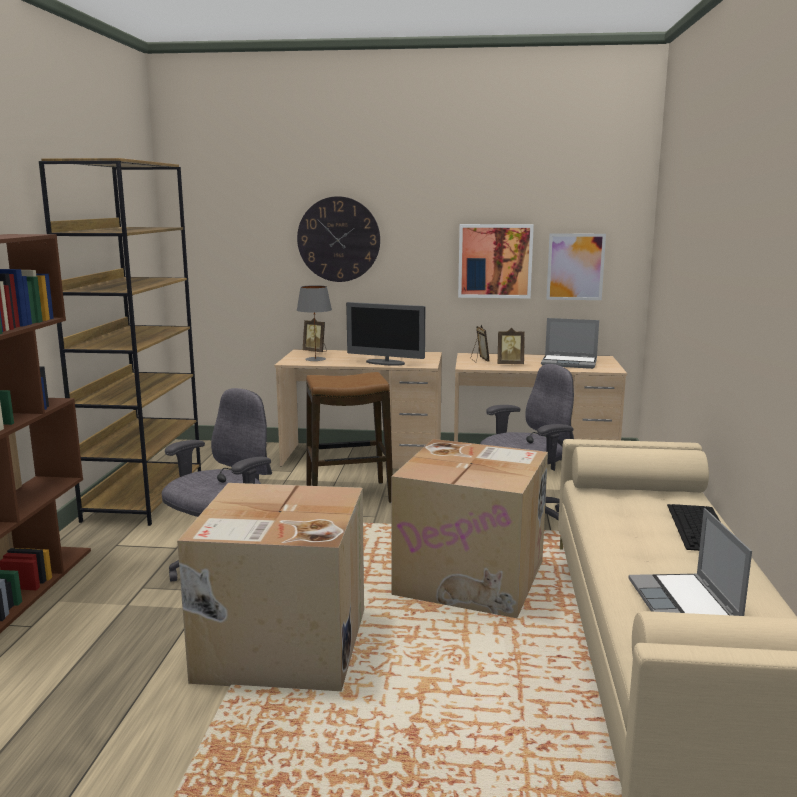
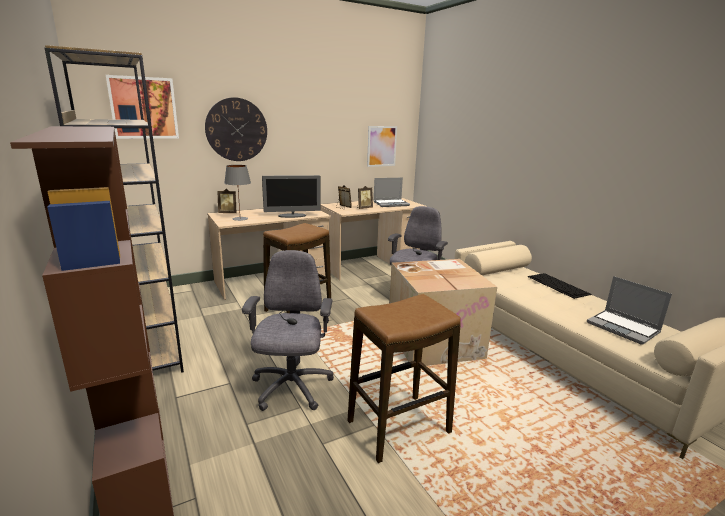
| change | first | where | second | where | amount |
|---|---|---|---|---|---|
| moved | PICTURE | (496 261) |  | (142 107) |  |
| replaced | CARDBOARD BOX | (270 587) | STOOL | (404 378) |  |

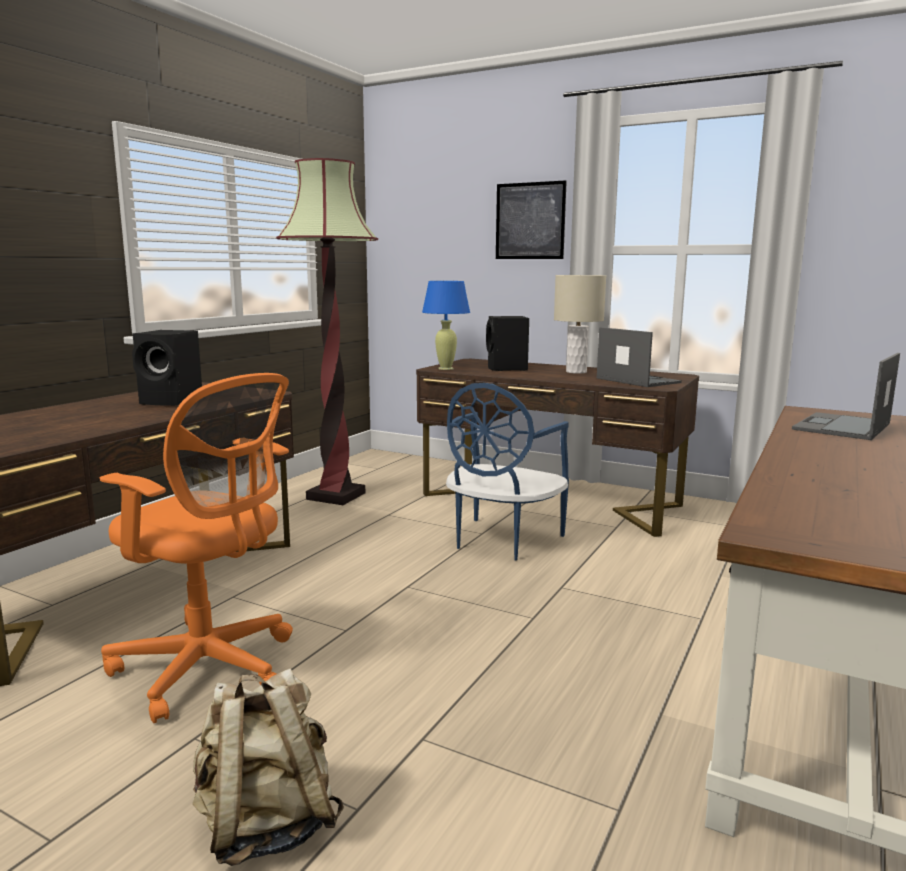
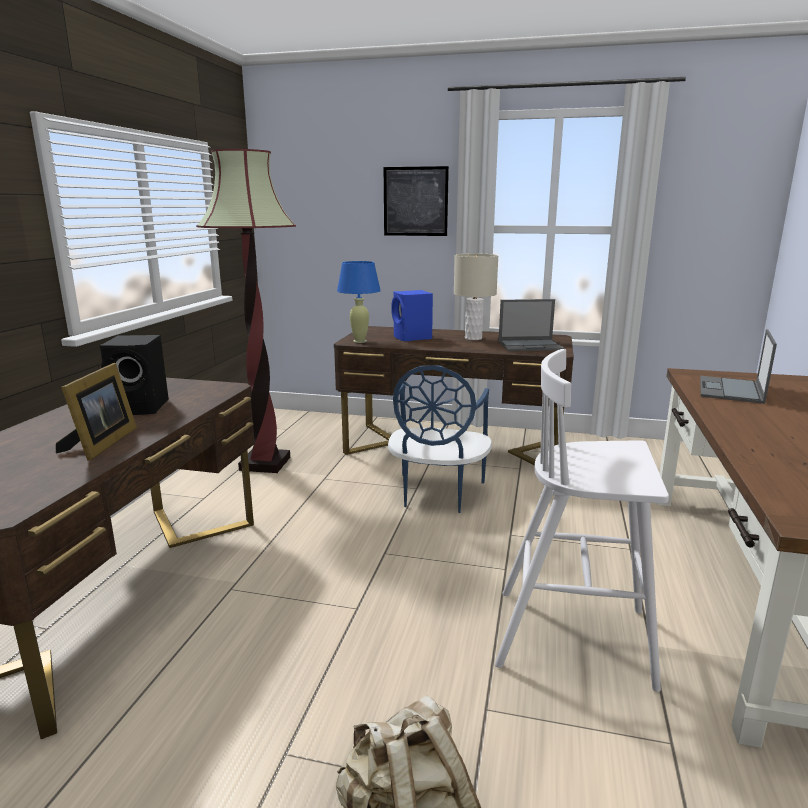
| change | first | where | second | where | amount |
|---|---|---|---|---|---|
| removed | ORANGE OFFICE CHAIR | (196 548) |  |  |  |
| added |  |  | PICTURE FRAME | (96 412) |  |
| added |  |  | WHITE STOOL | (582 520) |  |
| recoloured | BLACK SPEAKER | (507 343) | BLUE SPEAKER | (412 315) |  |
| turned | LAPTOP | (639 357) |  | (531 325) | 135 degrees clockwise |

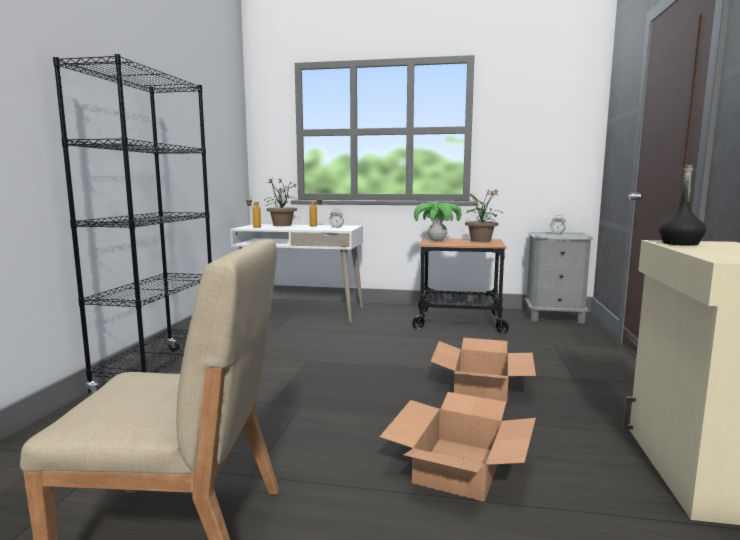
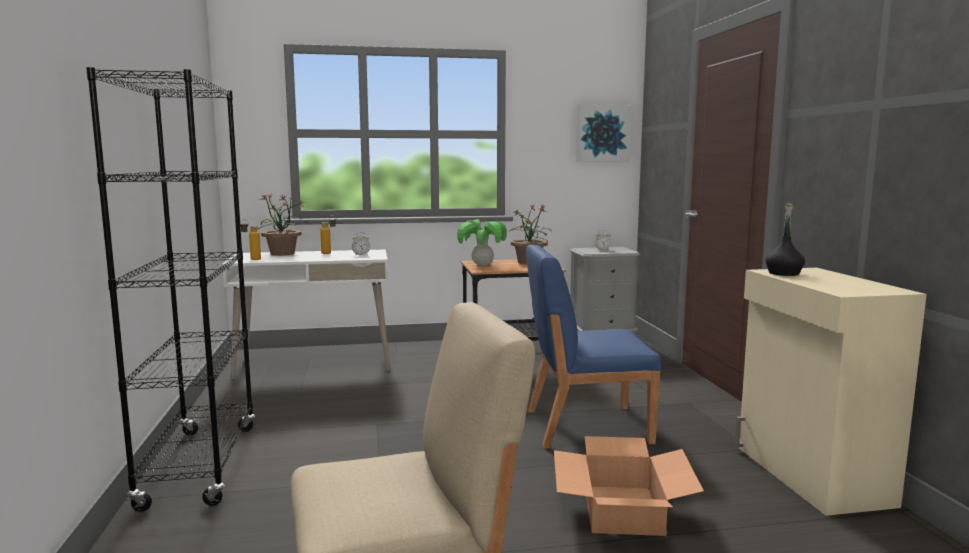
| change | first | where | second | where | amount |
|---|---|---|---|---|---|
| added |  |  | PICTURE | (604 132) |  |
| replaced | CARDBOARD BOX | (483 370) | BLUE CHAIR | (593 346) |  |

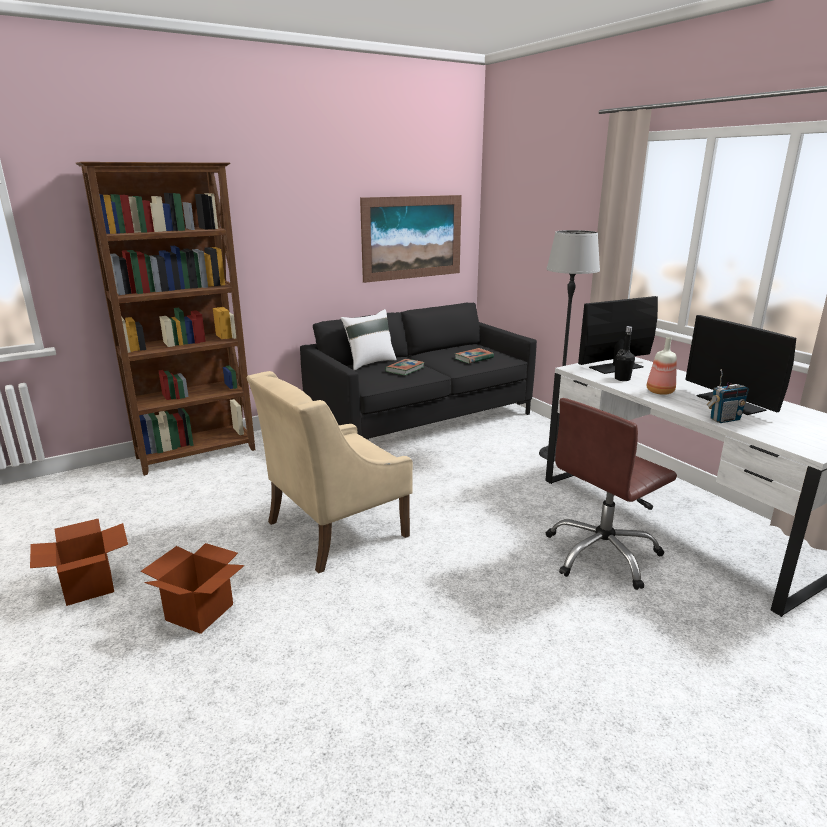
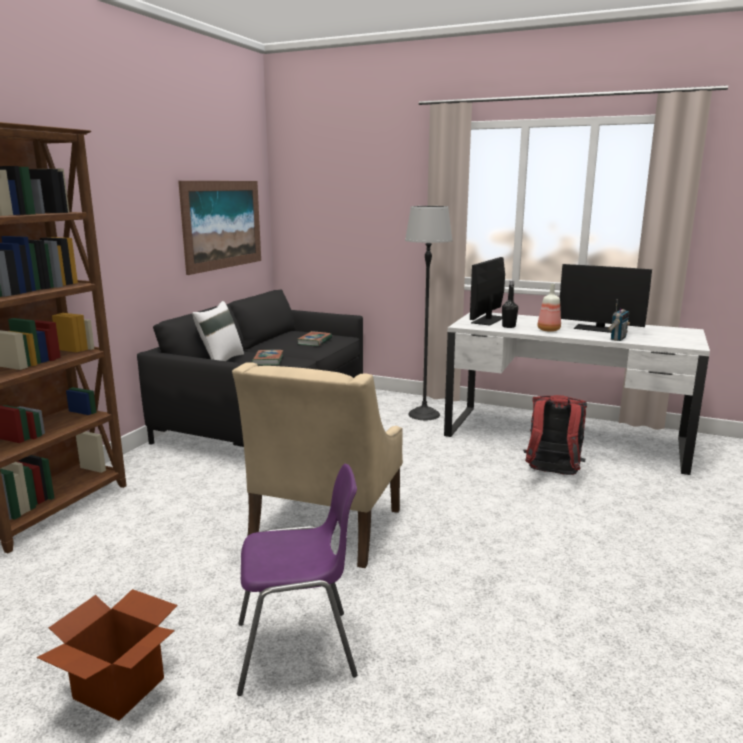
| change | first | where | second | where | amount |
|---|---|---|---|---|---|
| replaced | CARDBOARD BOX | (192 588) | PURPLE CHAIR | (297 580) |  |
| replaced | BROWN OFFICE CHAIR | (611 494) | RED BACKPACK | (555 435) |  |

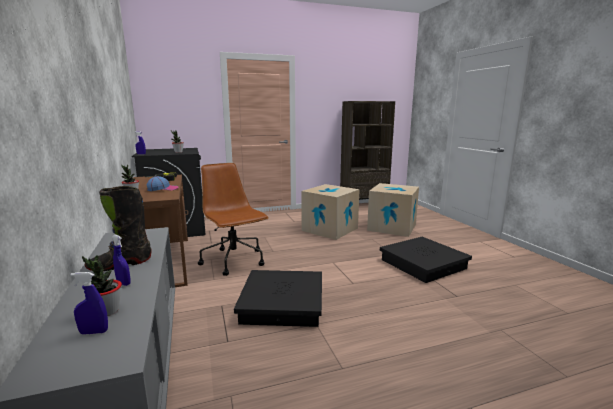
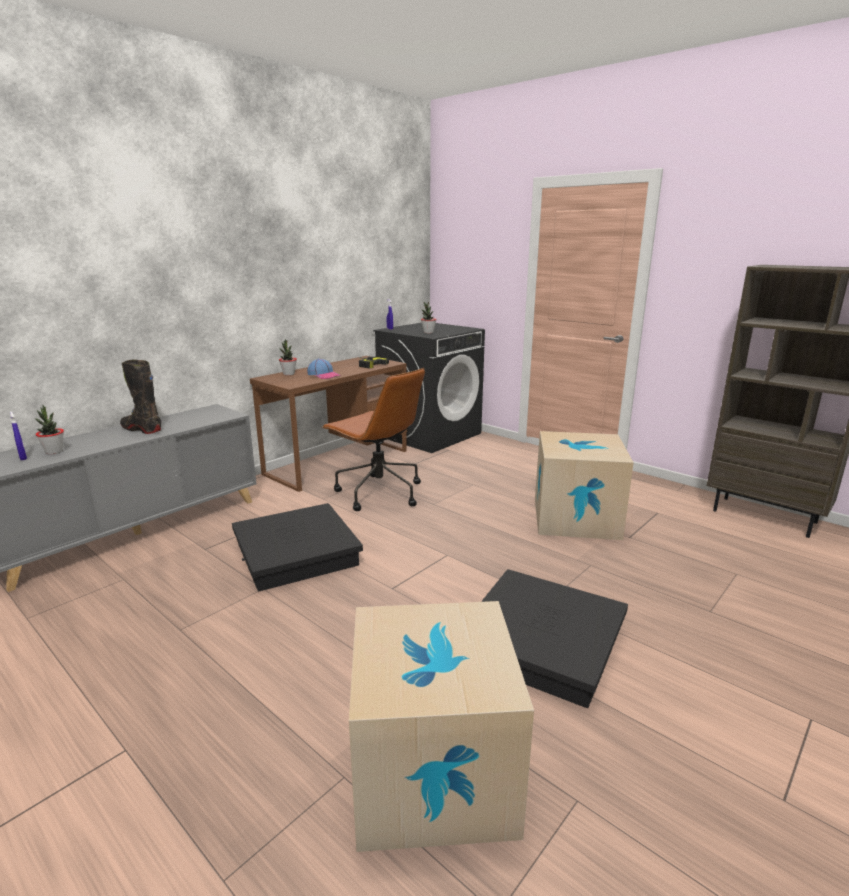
| change | first | where | second | where | amount |
|---|---|---|---|---|---|
| removed | BLUE SPRAY BOTTLE | (121 260) |  |  |  |
| moved | CARDBOARD BOX | (393 210) |  | (441 726) |  |
| turned | BROWN OFFICE CHAIR | (233 219) |  | (373 439) | 105 degrees clockwise |

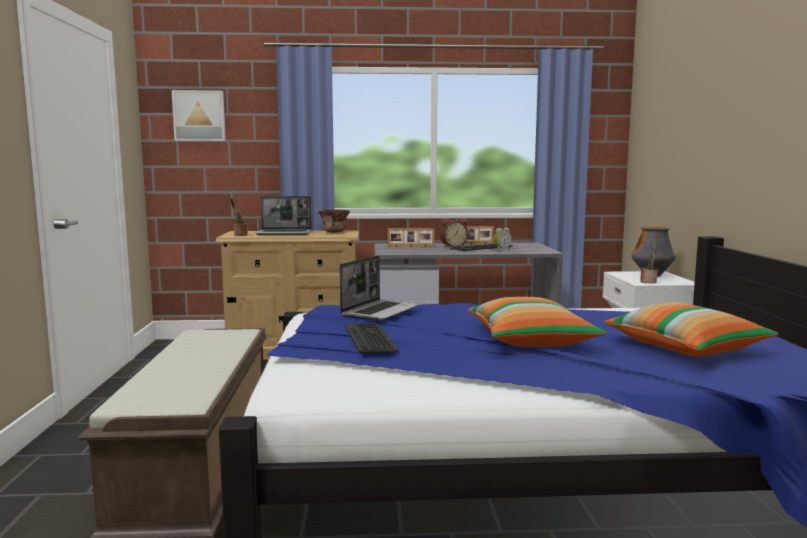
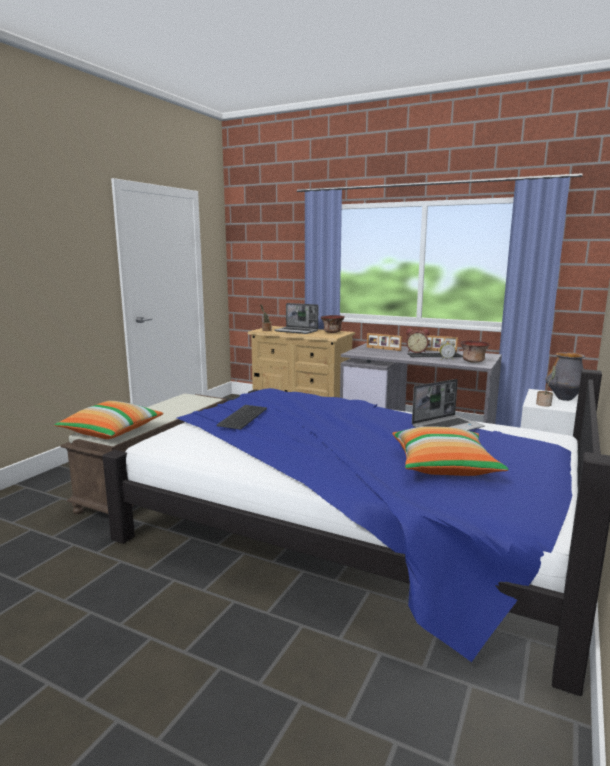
| change | first | where | second | where | amount |
|---|---|---|---|---|---|
| removed | PICTURE | (199 115) |  |  |  |
| added |  |  | BOWL | (475 352) |  |
| moved | LAPTOP | (379 288) |  | (448 405) |  |
| moved | PILLOW | (537 322) |  | (109 420) |  |

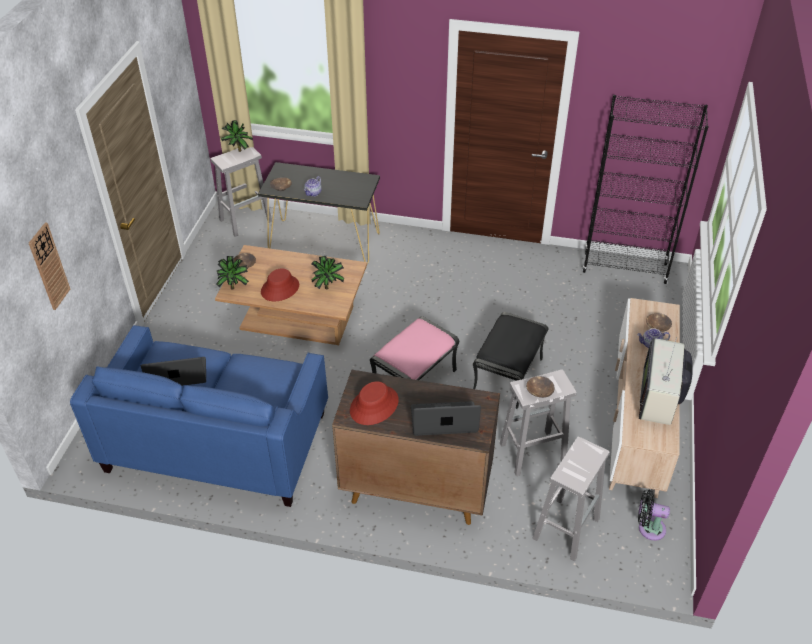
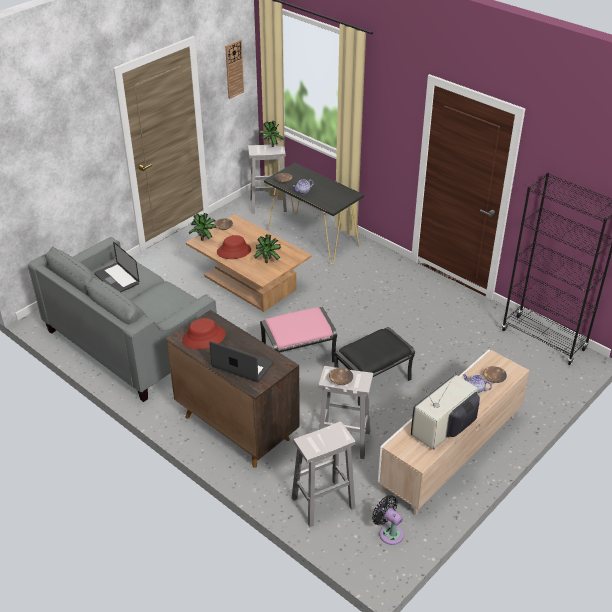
| change | first | where | second | where | amount |
|---|---|---|---|---|---|
| moved | WALL CLOCK | (49 266) |  | (234 69) |  |
| recoloured | BLUE SOFA | (199 416) | GREY SOFA | (122 319) |  |
| turned | LAPTOP | (173 371) |  | (116 267) | 150 degrees counterclockwise |

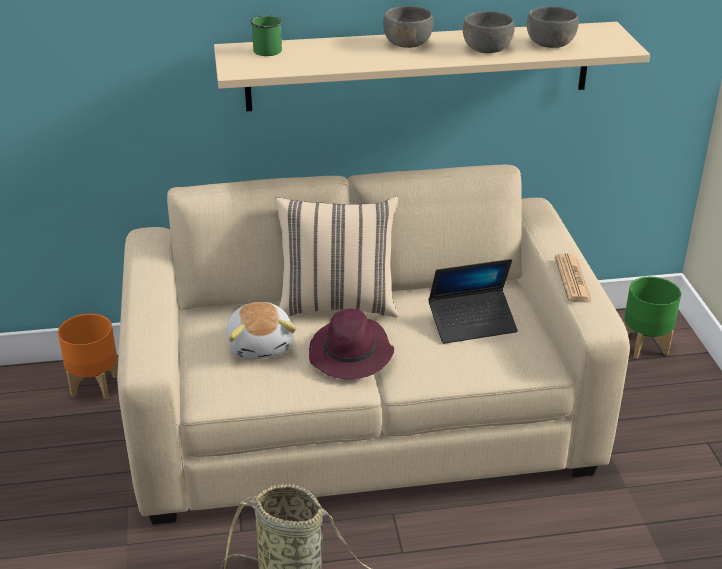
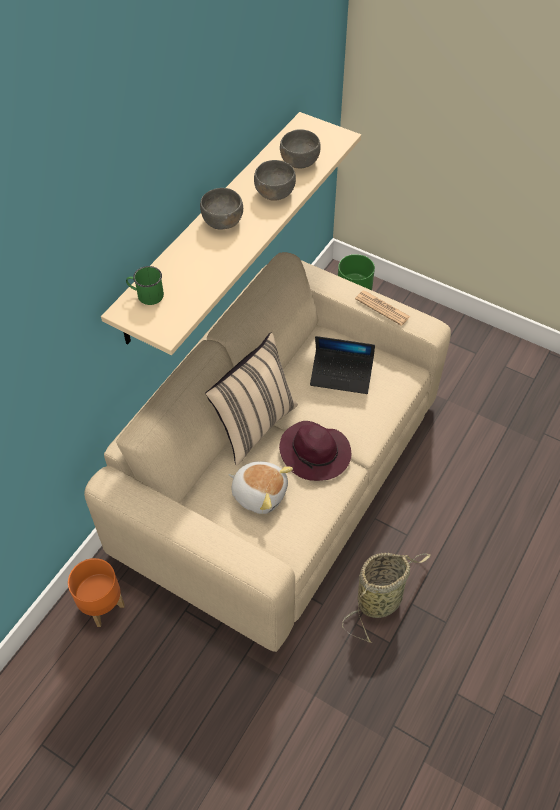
| change | first | where | second | where | amount |
|---|---|---|---|---|---|
| turned | LAPTOP | (473 301) |  | (342 365) | 75 degrees clockwise |

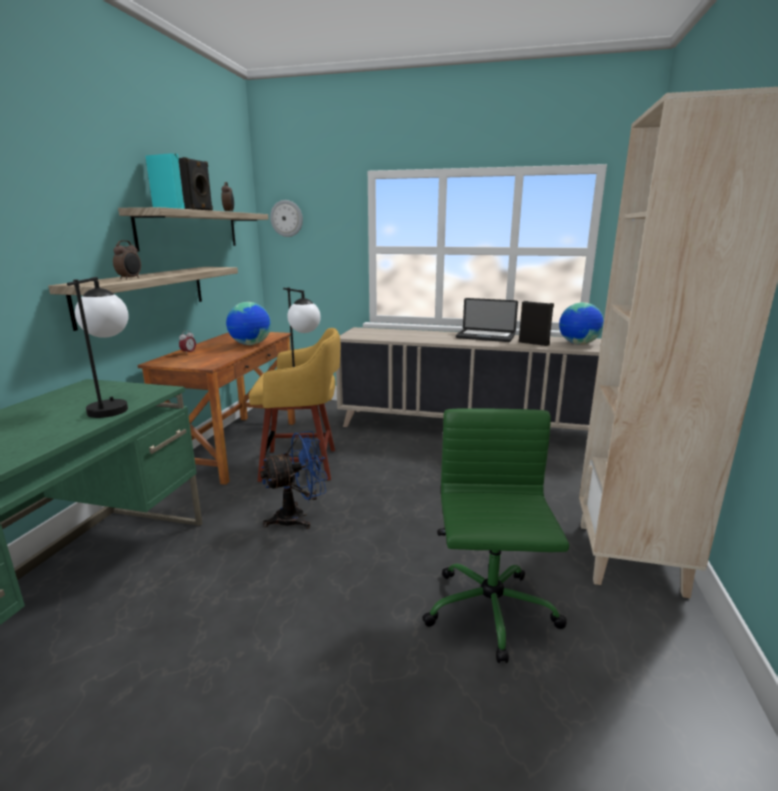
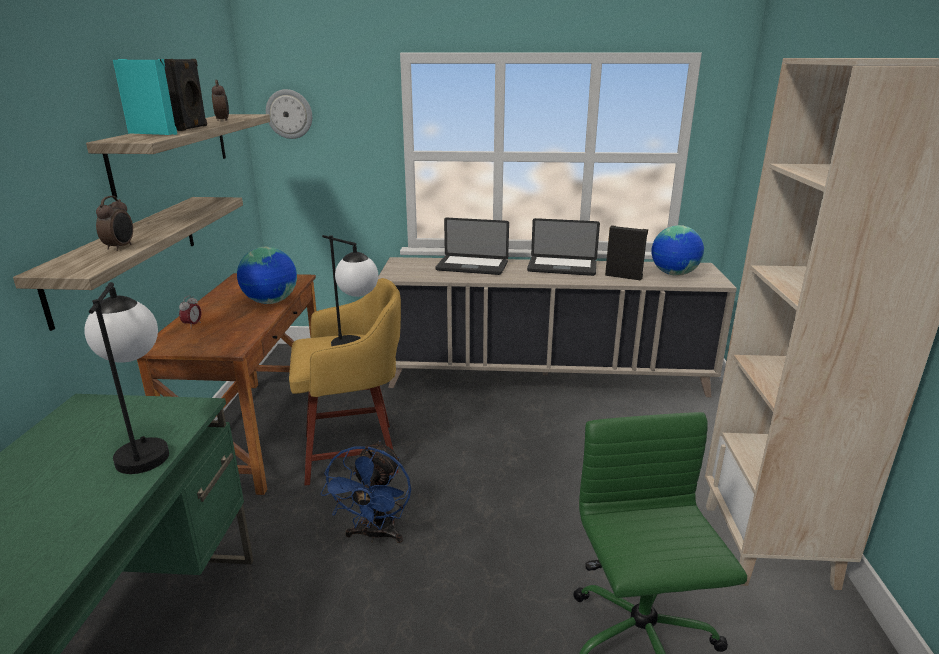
| change | first | where | second | where | amount |
|---|---|---|---|---|---|
| added |  |  | LAPTOP | (472 246) |  |
| turned | BLUE FAN | (294 480) |  | (365 492) | 135 degrees clockwise |

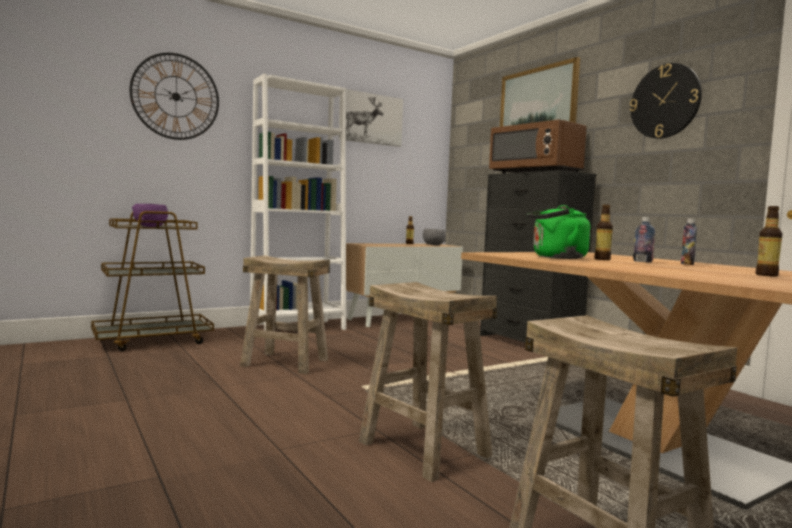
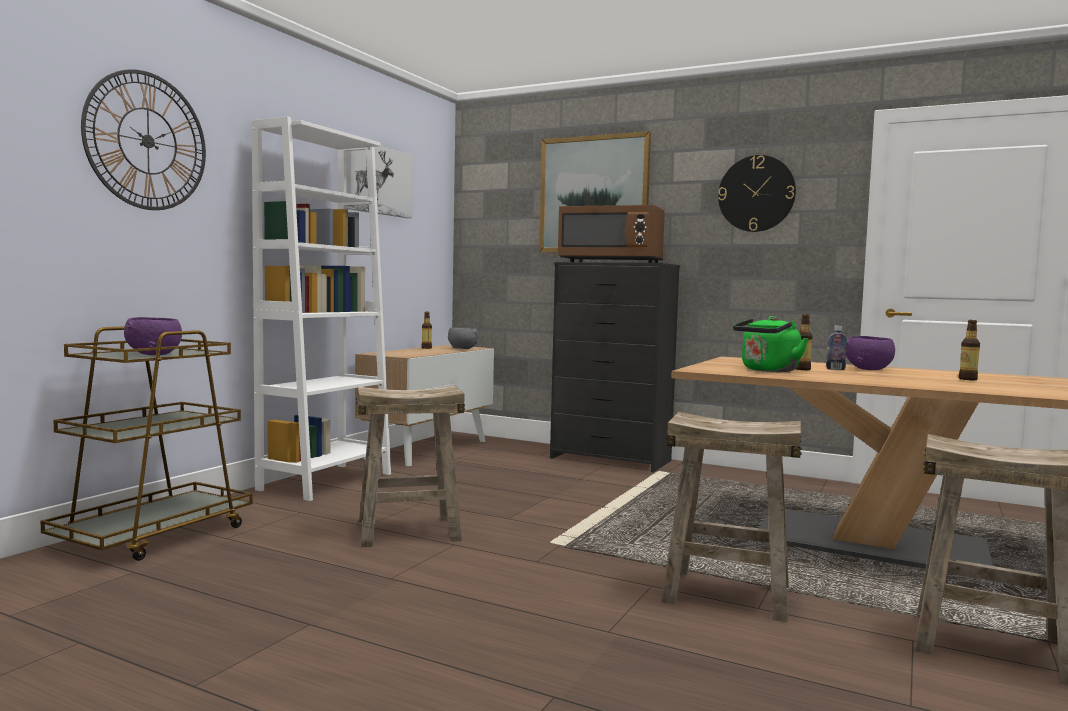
| change | first | where | second | where | amount |
|---|---|---|---|---|---|
| replaced | BOTTLE | (689 242) | PURPLE BOWL | (870 353) |  |

